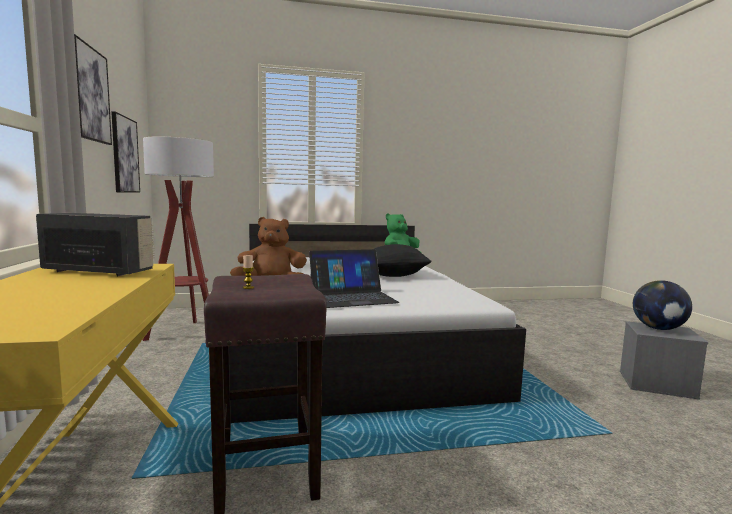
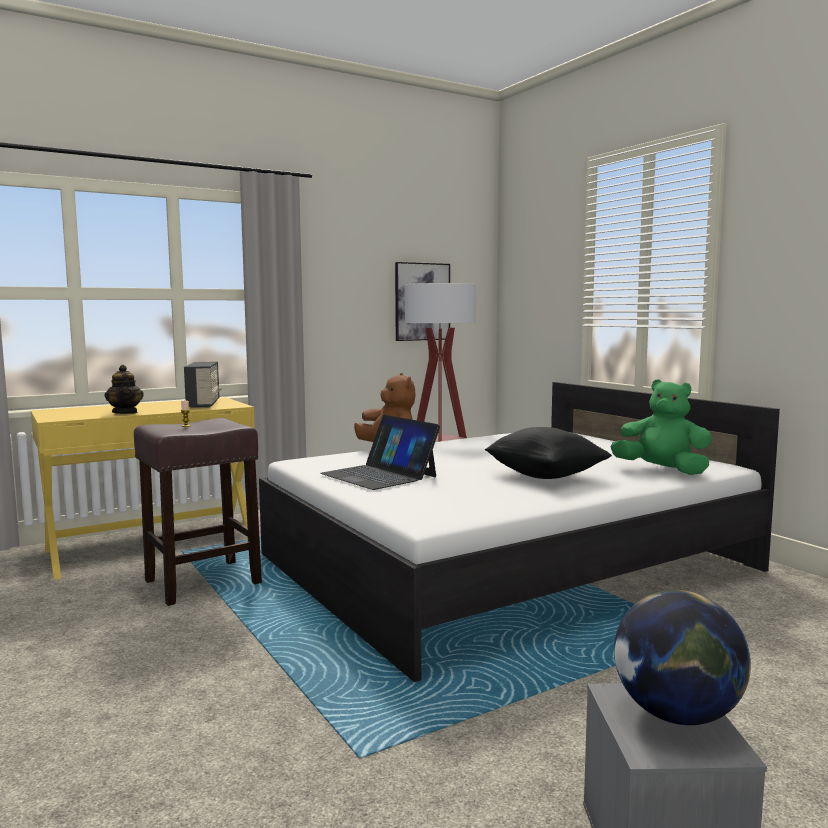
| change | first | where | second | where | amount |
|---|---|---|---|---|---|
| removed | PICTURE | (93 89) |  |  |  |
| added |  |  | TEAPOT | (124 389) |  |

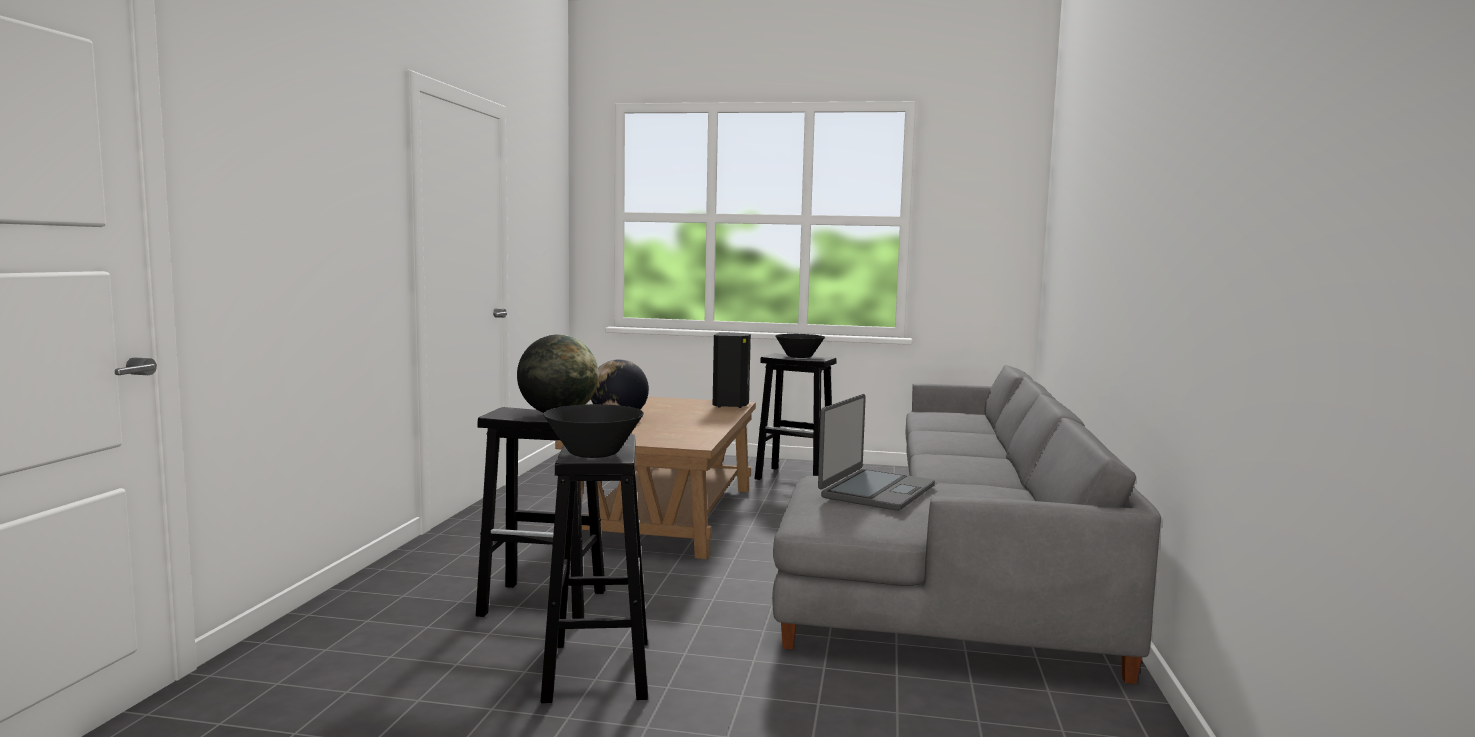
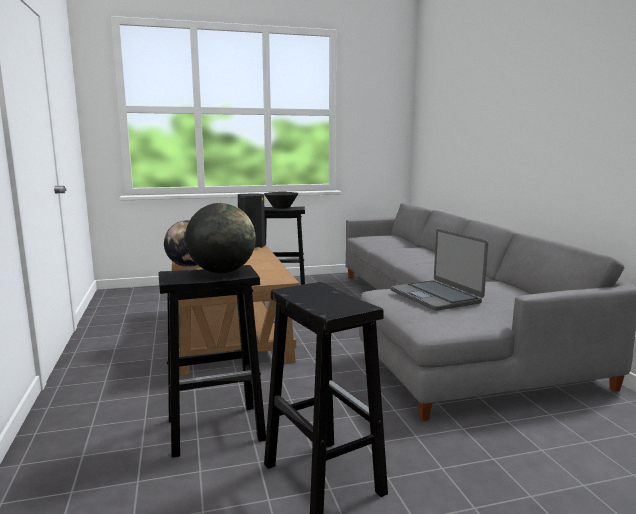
| change | first | where | second | where | amount |
|---|---|---|---|---|---|
| removed | BLACK BOWL | (593 431) |  |  |  |
| turned | LAPTOP | (876 452) |  | (439 270) | 150 degrees clockwise |

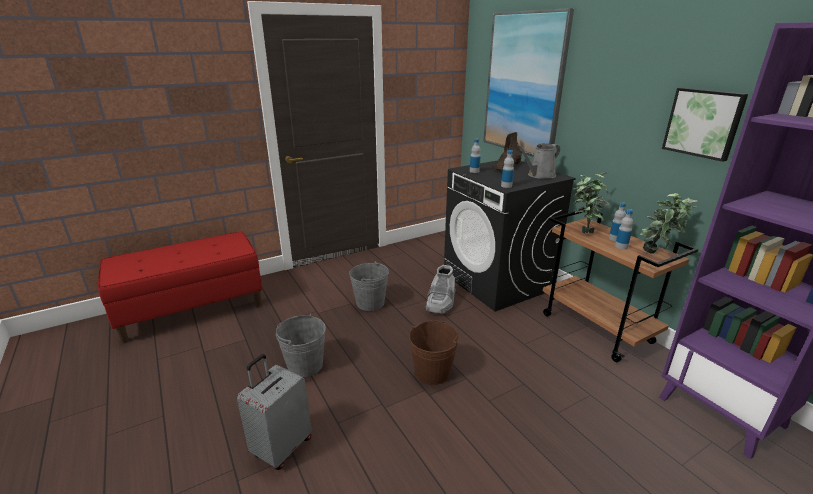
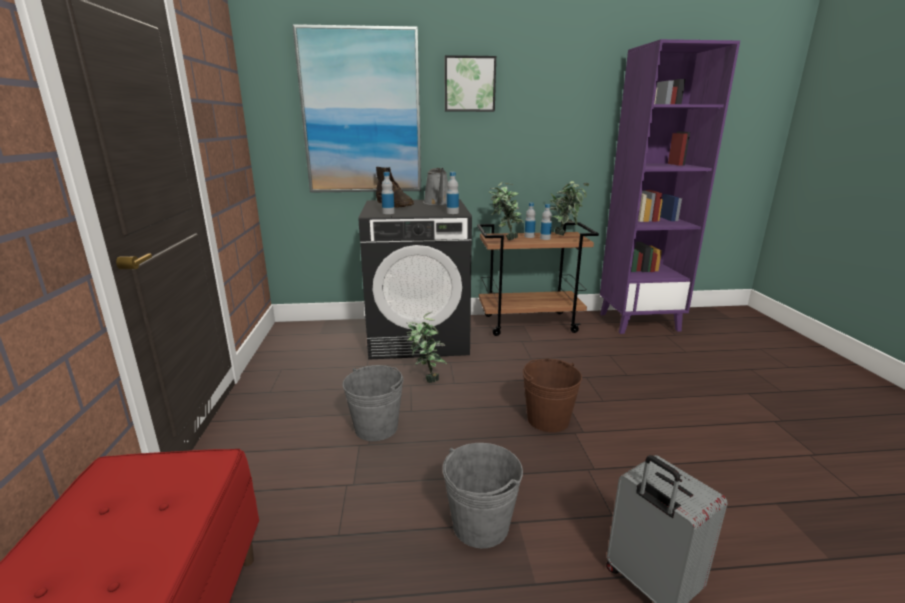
| change | first | where | second | where | amount |
|---|---|---|---|---|---|
| moved | PICTURE | (705 125) |  | (470 83) |  |
| replaced | GREY BOOT | (441 289) | POTTED PLANT | (426 347) |  |

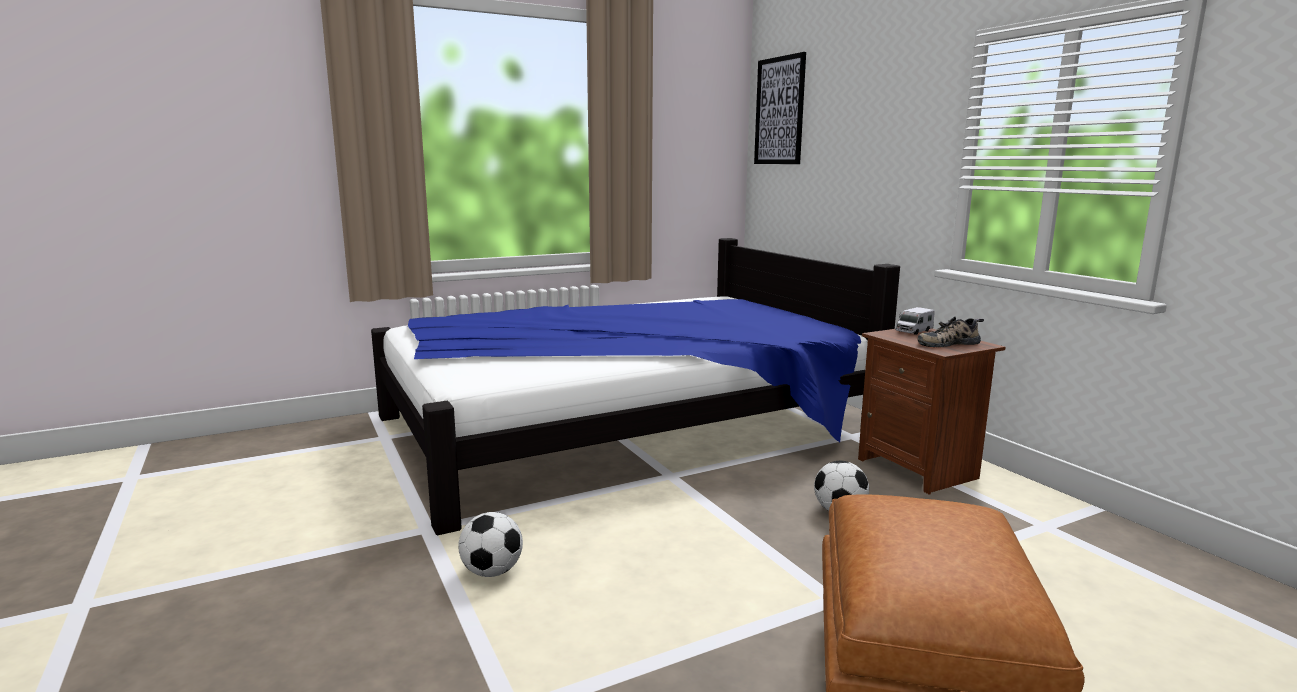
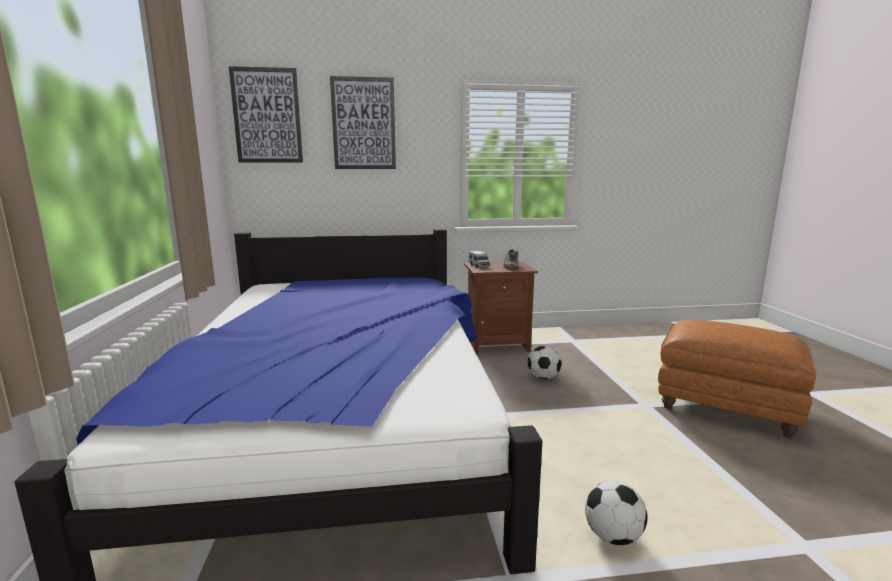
| change | first | where | second | where | amount |
|---|---|---|---|---|---|
| added |  |  | PICTURE | (363 122) |  |

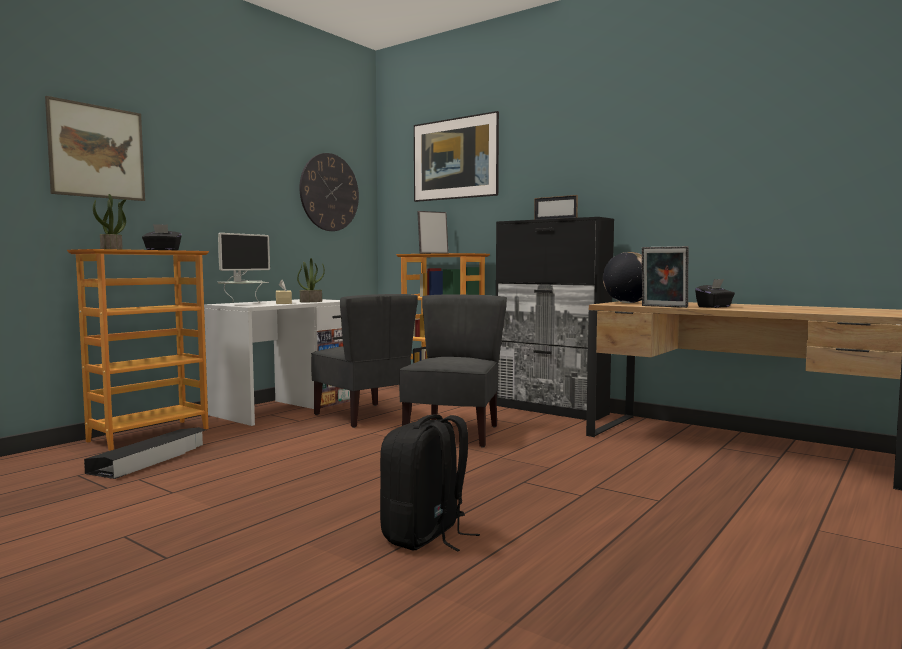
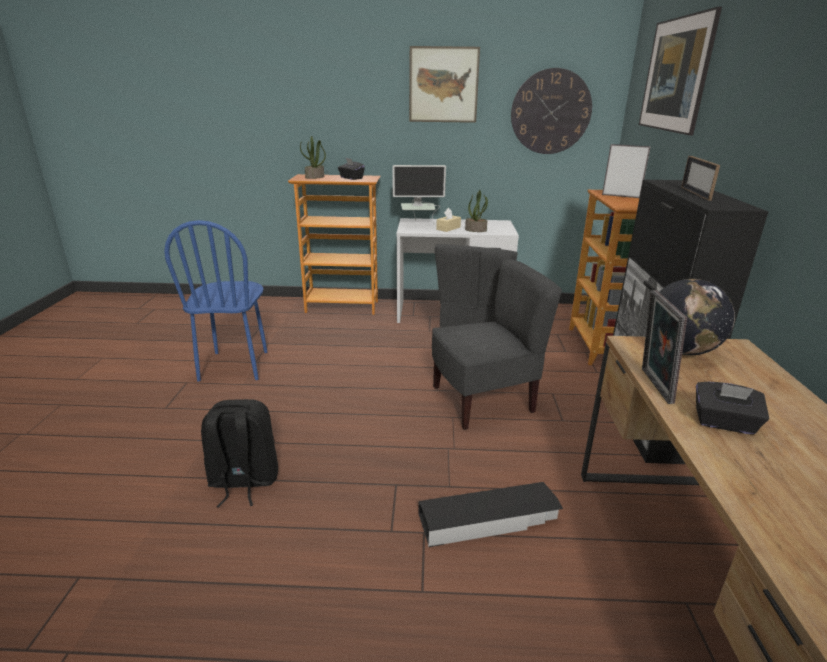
| change | first | where | second | where | amount |
|---|---|---|---|---|---|
| added |  |  | BLUE CHAIR | (215 301) |  |
| moved | PICTURE | (95 148) |  | (444 84) |  |
| moved | BLACK STORAGE BOX | (144 453) |  | (490 514) |  |

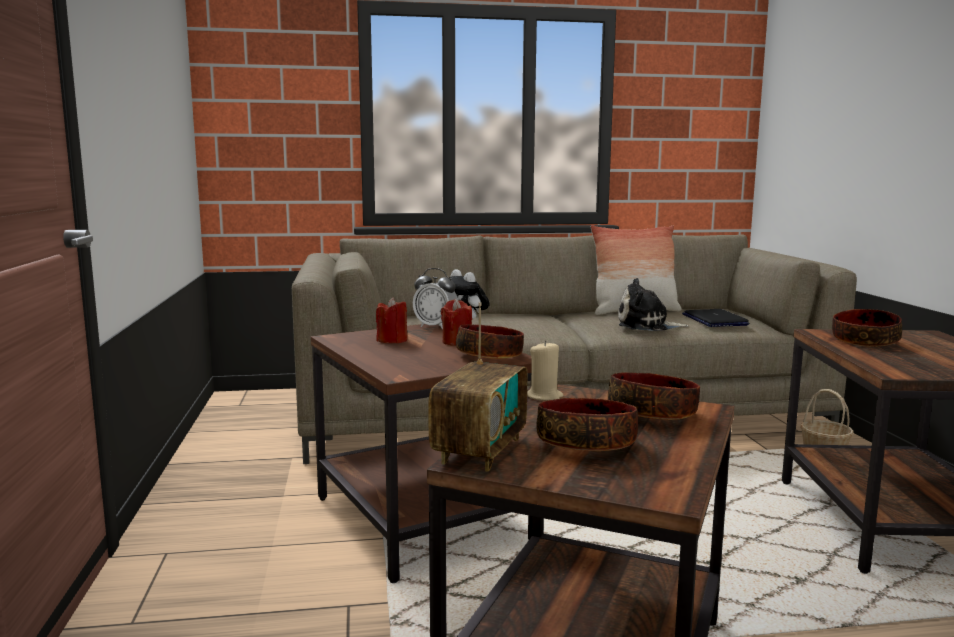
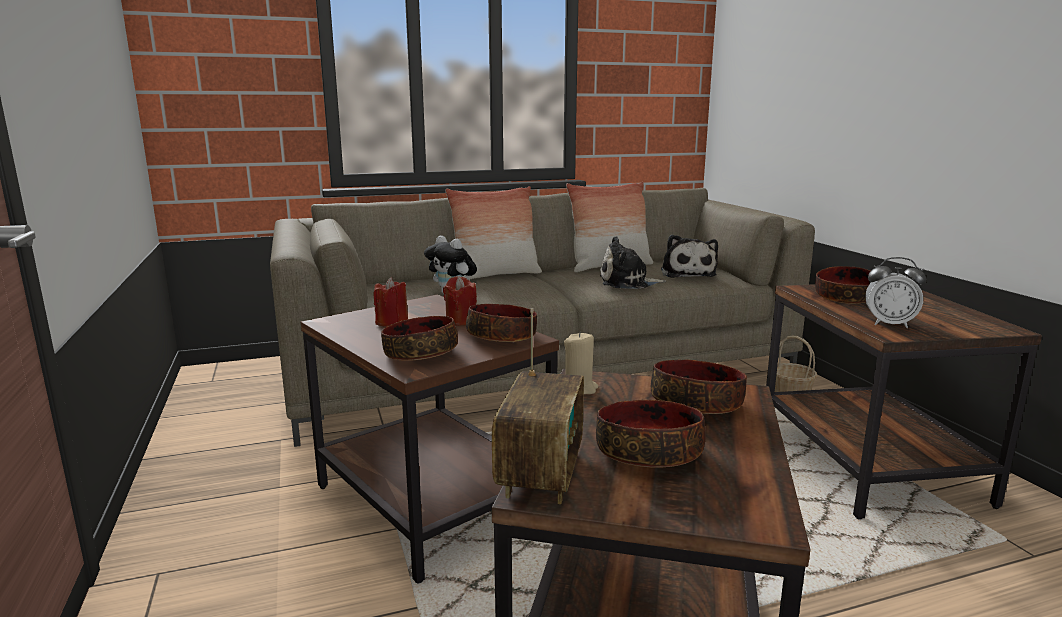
| change | first | where | second | where | amount |
|---|---|---|---|---|---|
| added |  |  | BOWL | (419 338) |  |
| added |  |  | PILLOW | (493 233) |  |
| moved | ALARM CLOCK | (435 299) |  | (896 292) |  |
| replaced | LAPTOP | (715 318) | PLUSH TOY | (689 256) |  |

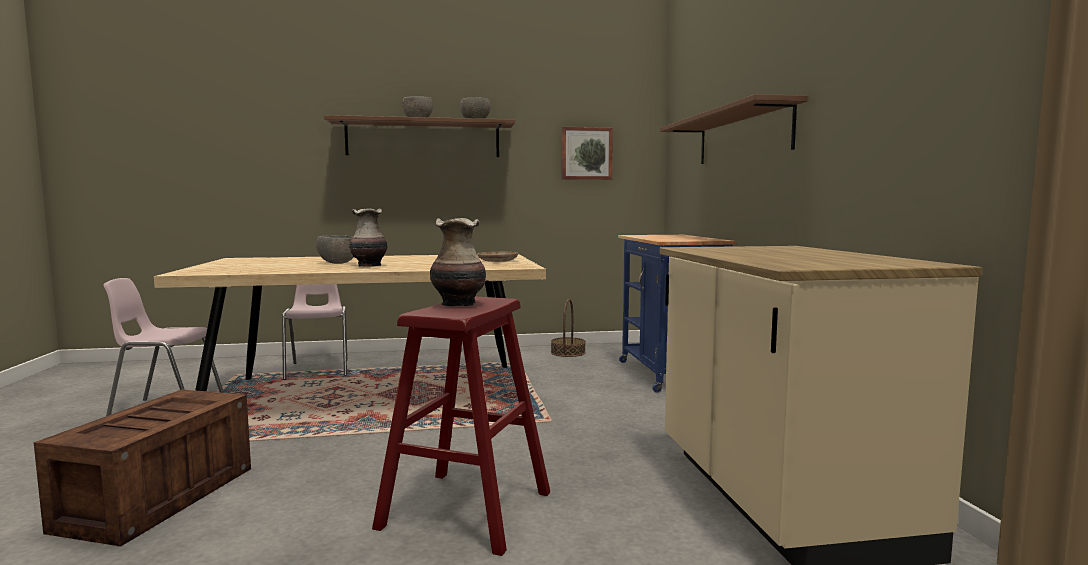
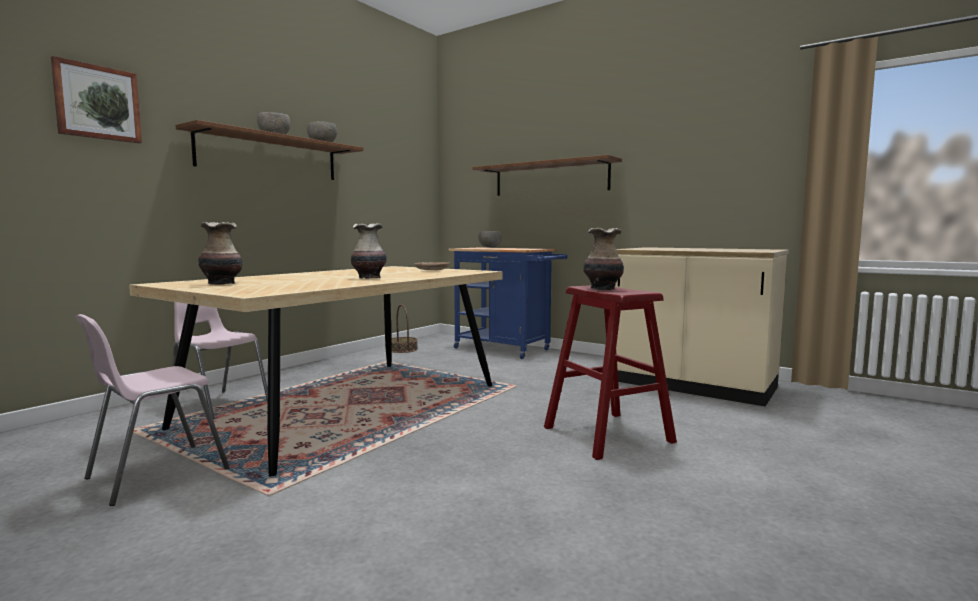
| change | first | where | second | where | amount |
|---|---|---|---|---|---|
| removed | CRATE | (142 467) |  |  |  |
| added |  |  | VASE | (220 253) |  |
| moved | GREY BOWL | (335 249) |  | (490 239) |  |
| moved | PICTURE | (587 153) |  | (96 99) |  |

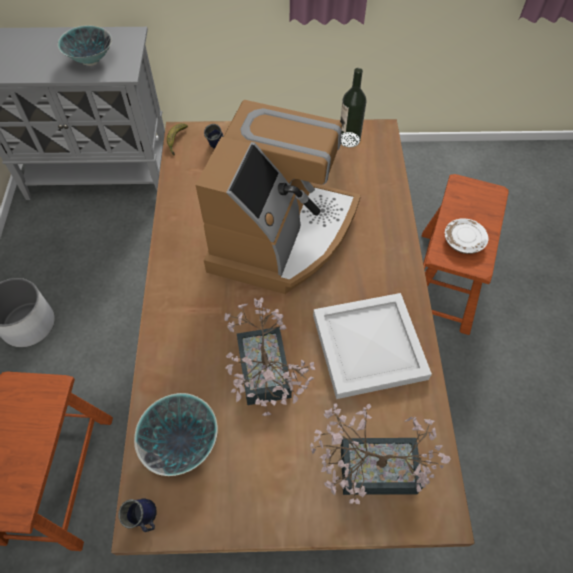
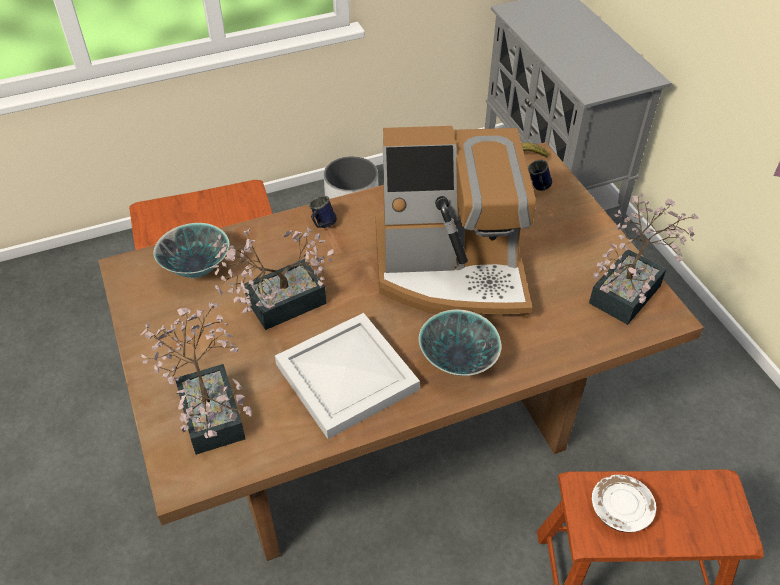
| change | first | where | second | where | amount |
|---|---|---|---|---|---|
| moved | BOWL | (85 45) |  | (460 342) |  |
| moved | BLUE MUG | (137 515) |  | (323 212) |  |
| replaced | BOTTLE | (353 107) | POTTED PLANT | (644 259) |  |

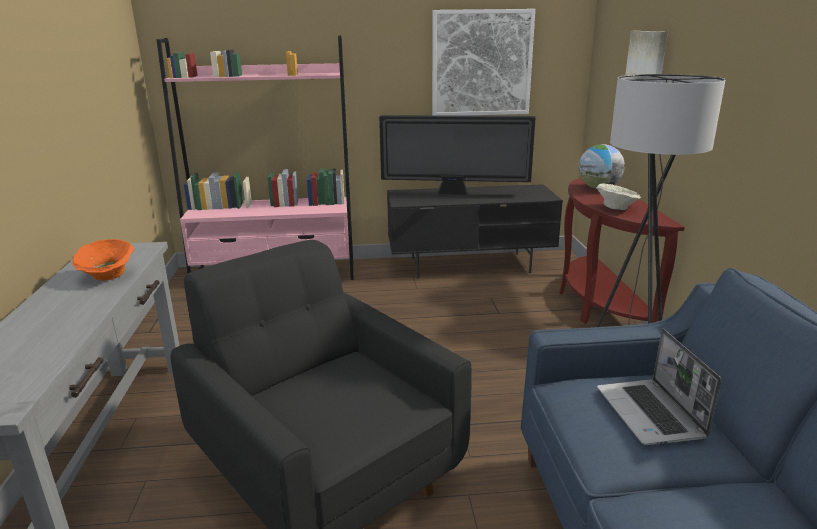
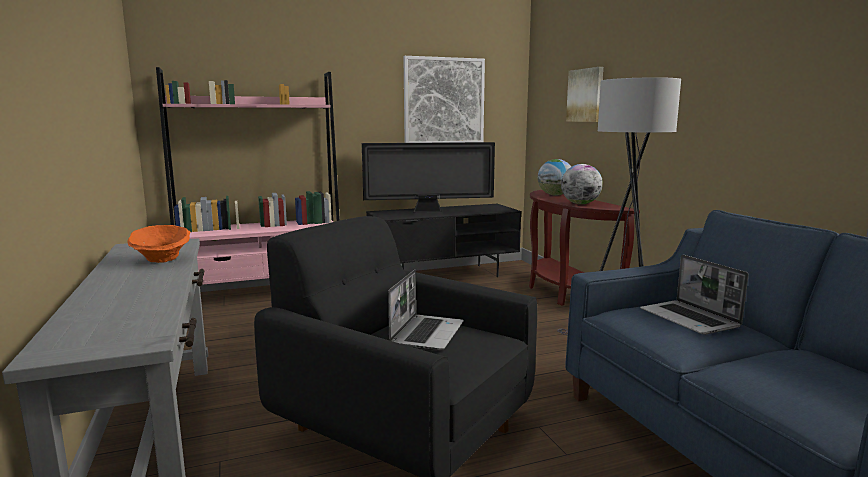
| change | first | where | second | where | amount |
|---|---|---|---|---|---|
| added |  |  | LAPTOP | (425 310) |  |
| replaced | BEIGE BOWL | (618 196) | GLOBE | (582 184) |  |

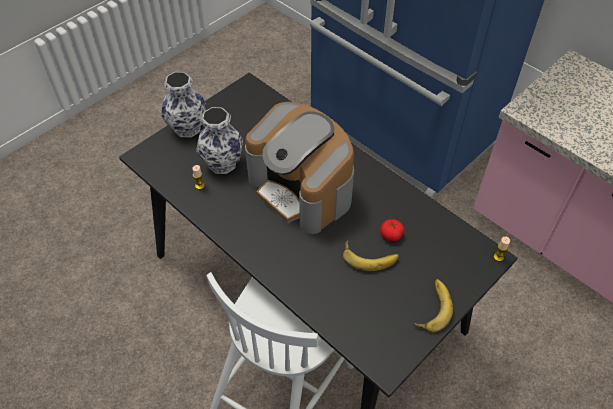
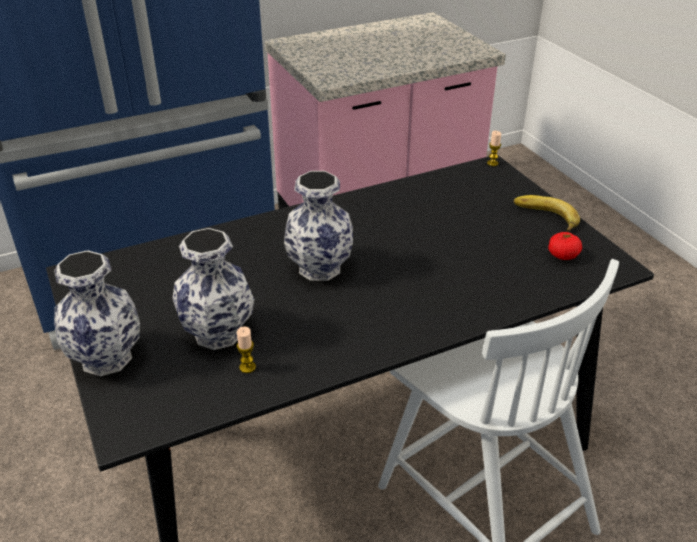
| change | first | where | second | where | amount |
|---|---|---|---|---|---|
| removed | BANANA | (371 255) |  |  |  |
| moved | TOMATO | (392 230) |  | (565 246) |  |
| replaced | COFFEE MACHINE | (299 168) | VASE | (318 226) |  |

